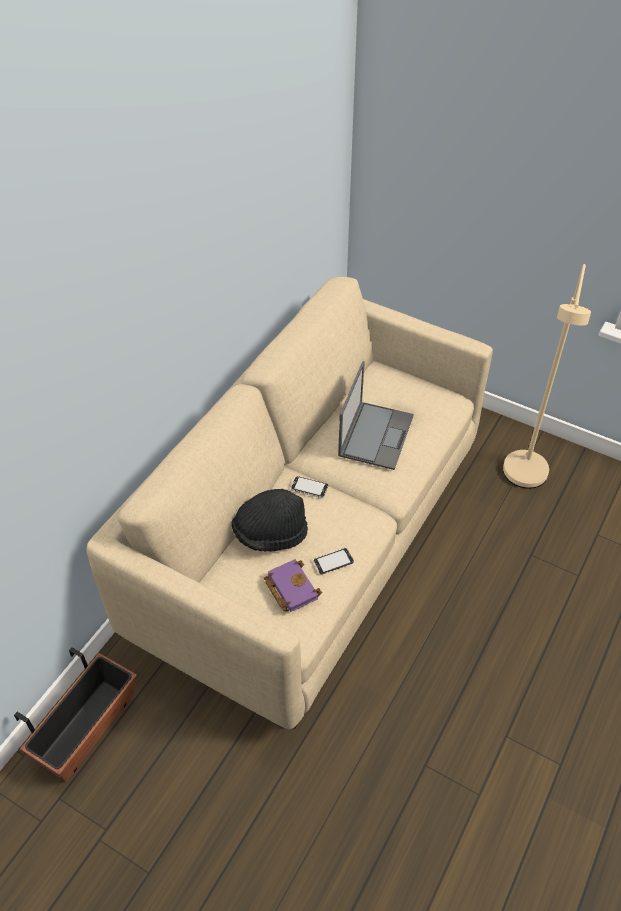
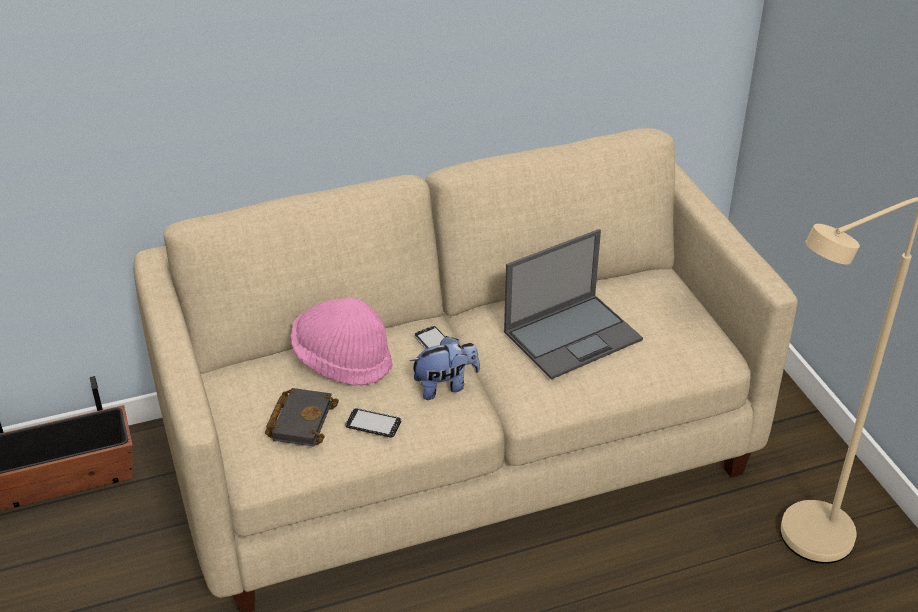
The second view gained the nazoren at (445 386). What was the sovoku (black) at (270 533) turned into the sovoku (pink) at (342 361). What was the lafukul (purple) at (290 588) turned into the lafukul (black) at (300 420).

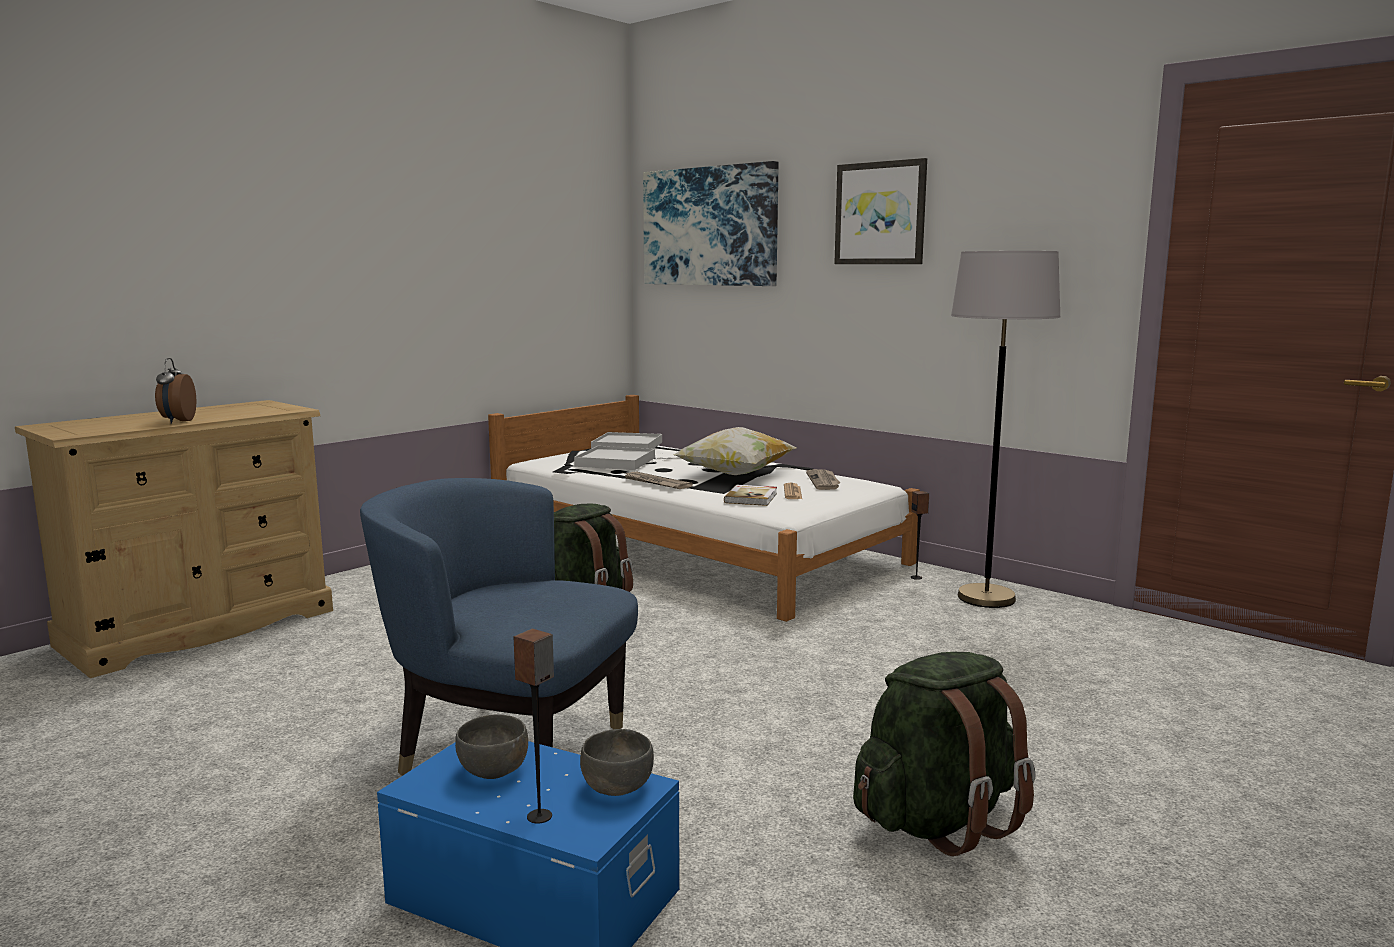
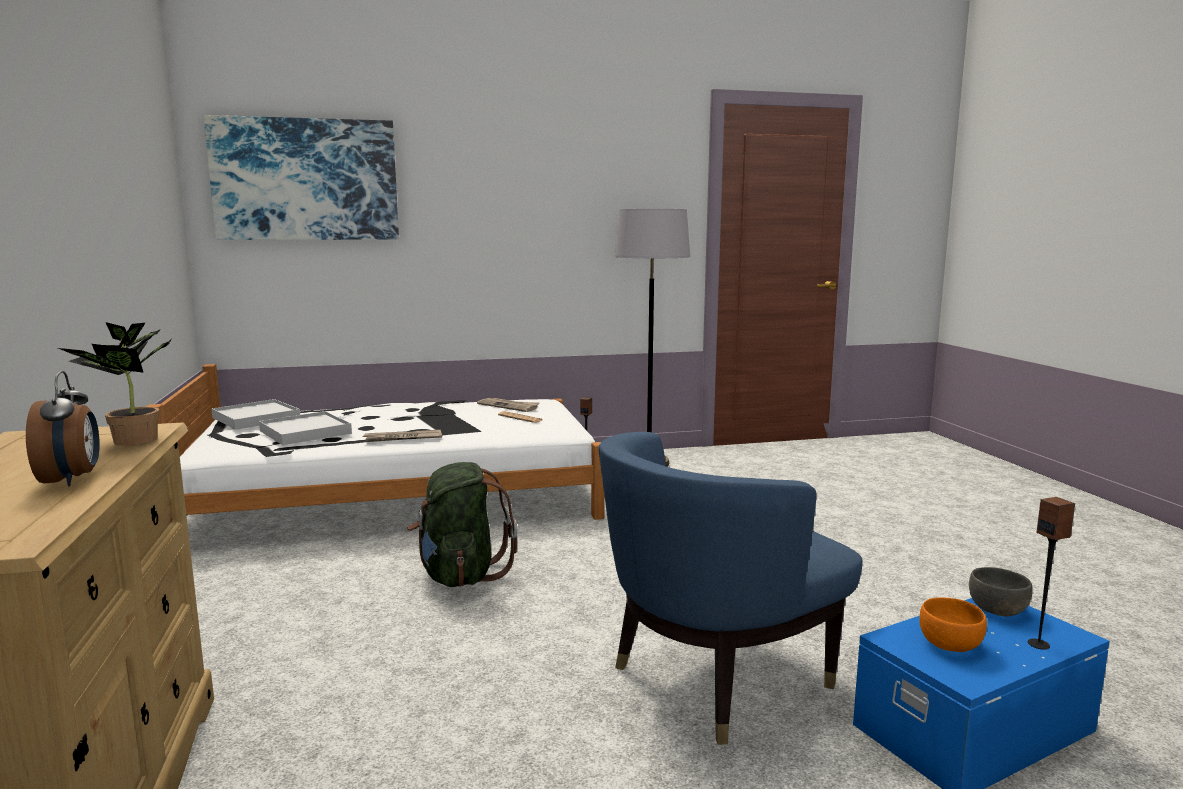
The second view lost the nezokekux at (735 474). The second view lost the lafukul at (752 498). The second view lost the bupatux at (880 213). The second view lost the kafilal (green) at (938 821). The second view gained the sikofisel at (131 442). What was the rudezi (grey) at (494 770) turned into the rudezi (orange) at (950 644). The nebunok at (177 421) ended up facing another way, 135 degrees counterclockwise from before.

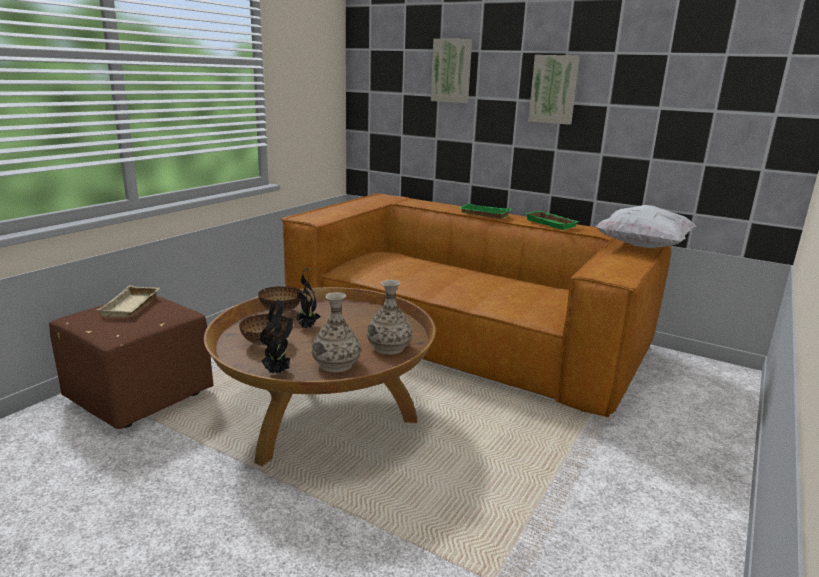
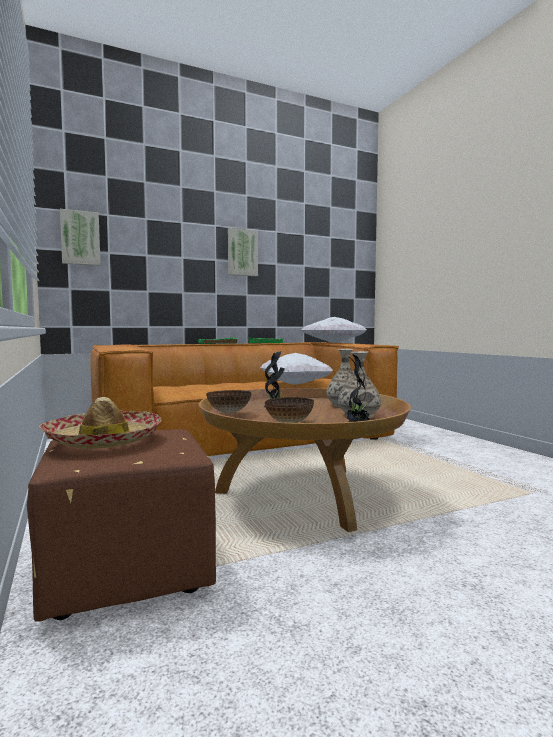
The second view gained the nezokekux (white) at (295 384). The bupatux ended up elsewhere, having gone from (452 71) to (80 238). Where the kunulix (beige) stood at (132 306), the sovoku came to stand at (103 441).

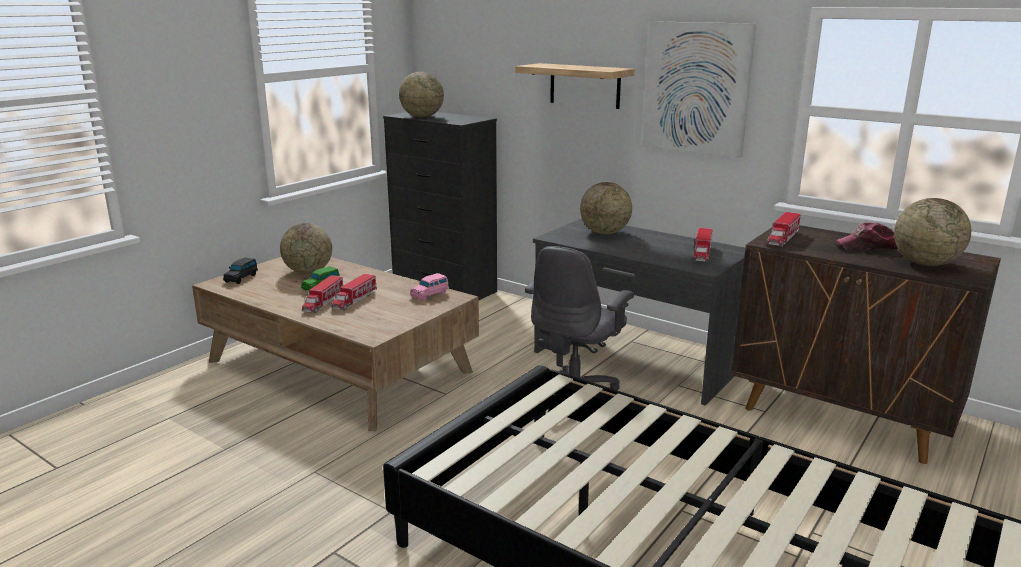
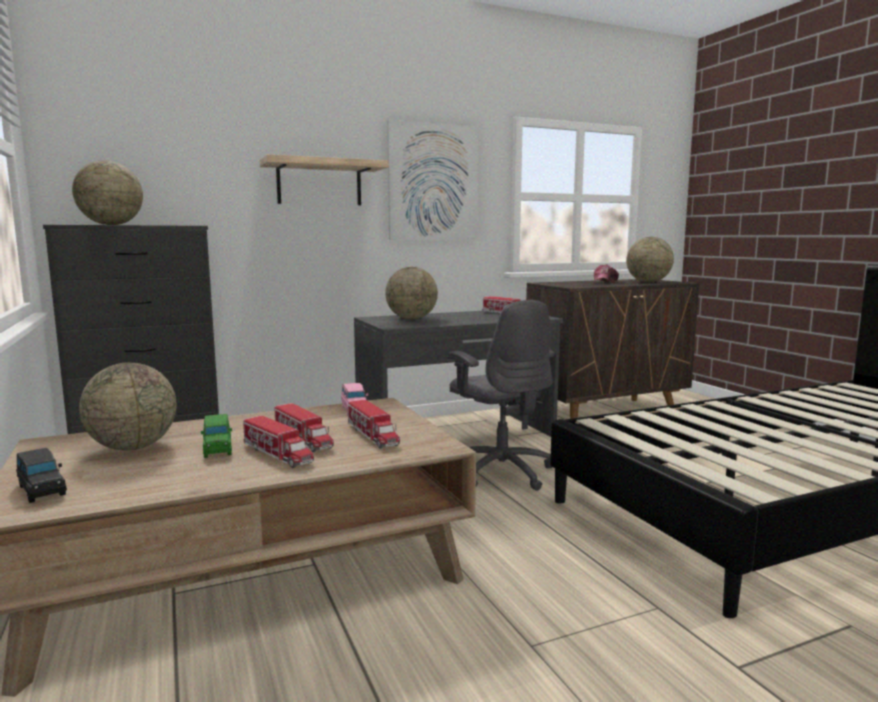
The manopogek ended up elsewhere, having gone from (782 238) to (373 435).

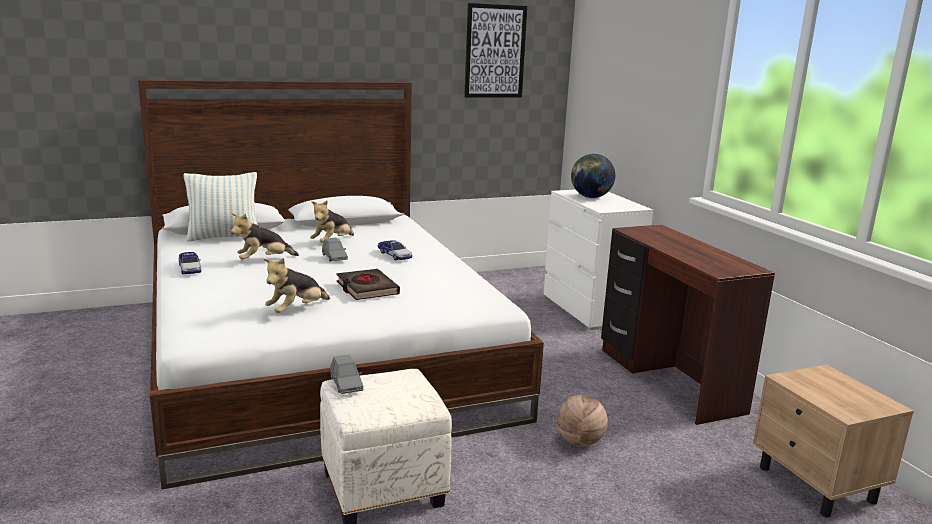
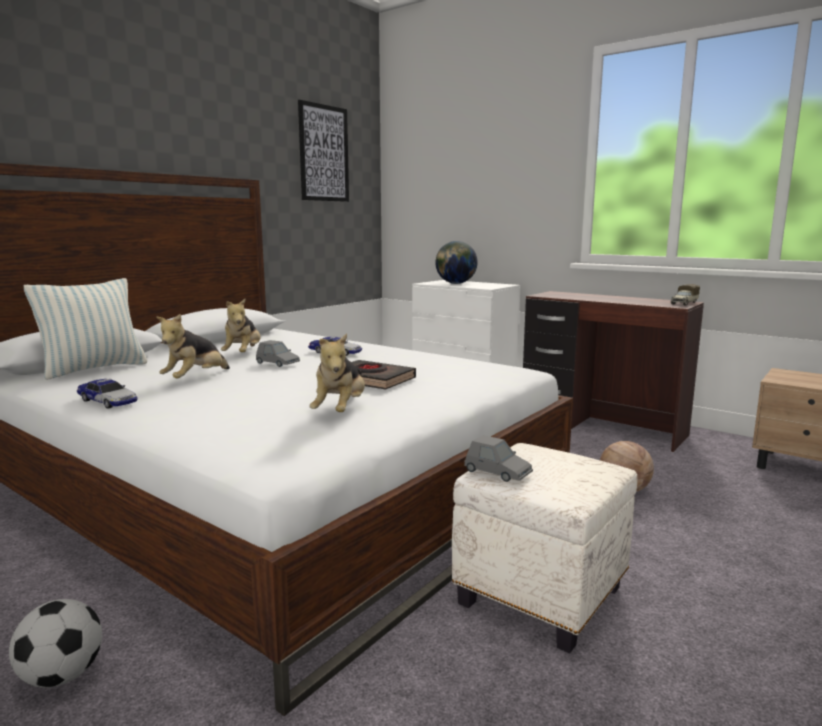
The second view gained the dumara at (62 676). The second view gained the manopogek at (683 303).

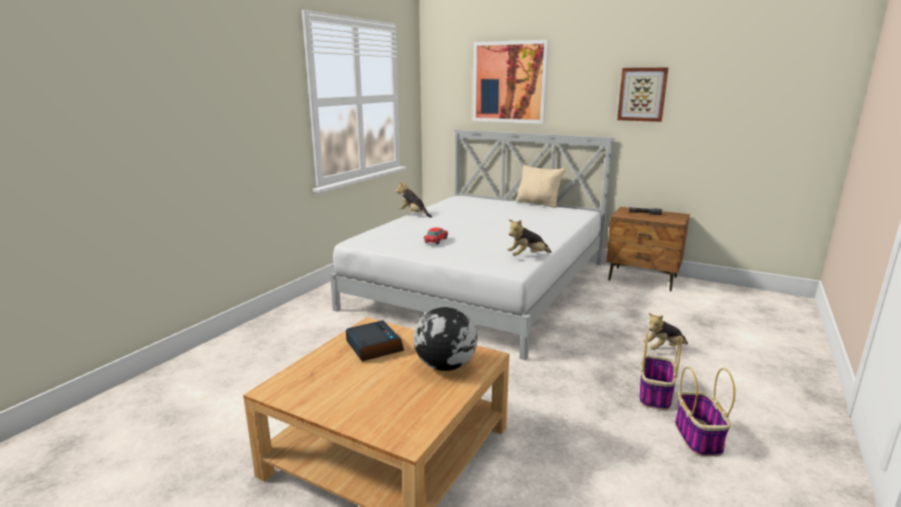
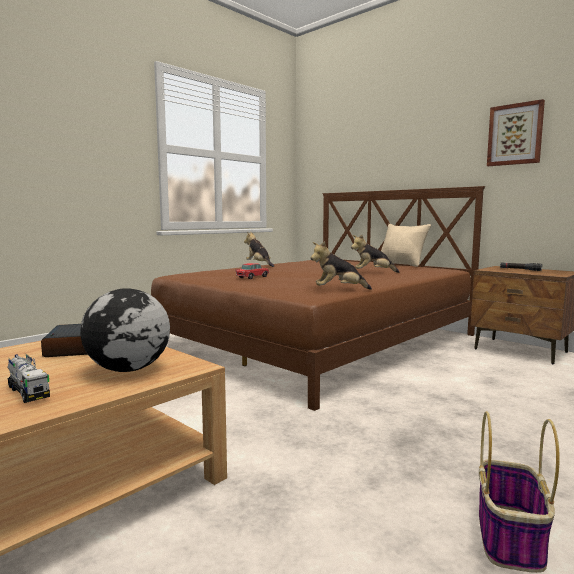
The second view lost the bupatux at (509 82). The second view lost the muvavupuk at (655 395). The second view gained the manopogek at (28 392). The nazoren ended up elsewhere, having gone from (664 349) to (373 273). What was the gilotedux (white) at (480 285) turned into the gilotedux (brown) at (320 342).

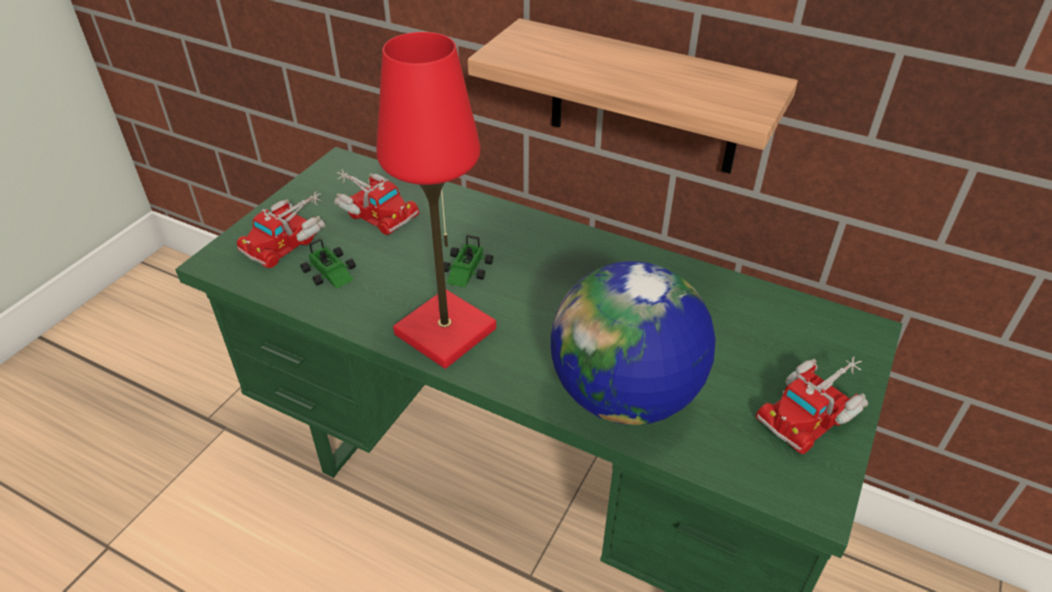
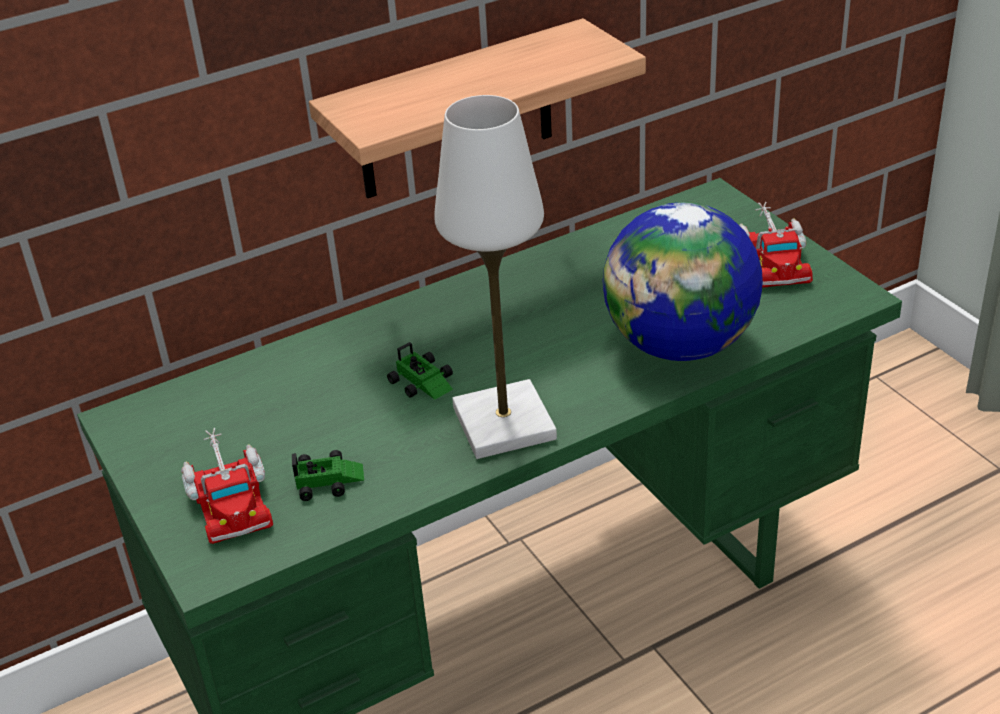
The second view lost the manopogek at (374 210). What was the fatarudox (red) at (445 331) turned into the fatarudox (white) at (503 423).

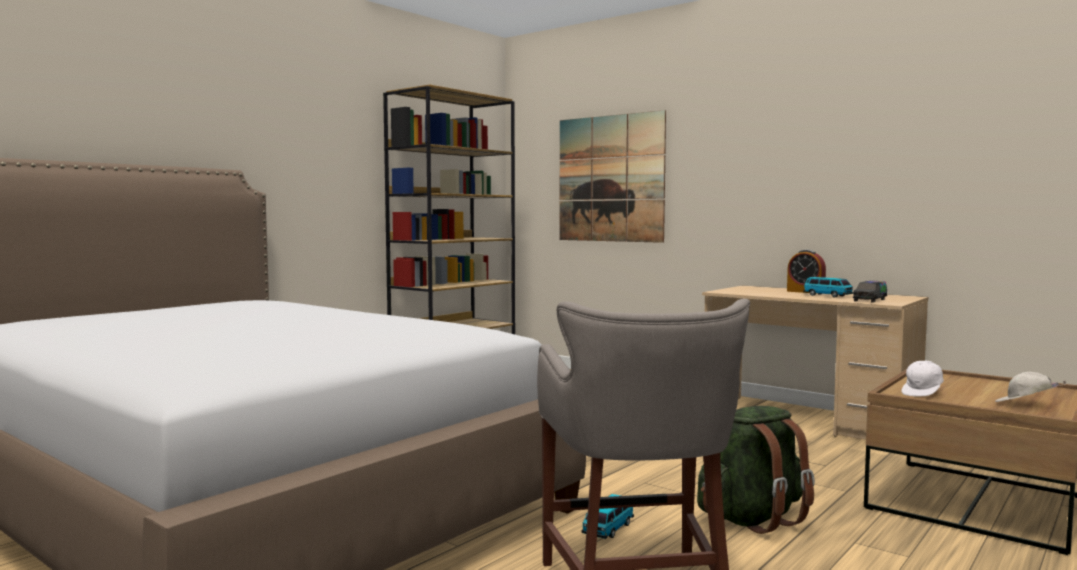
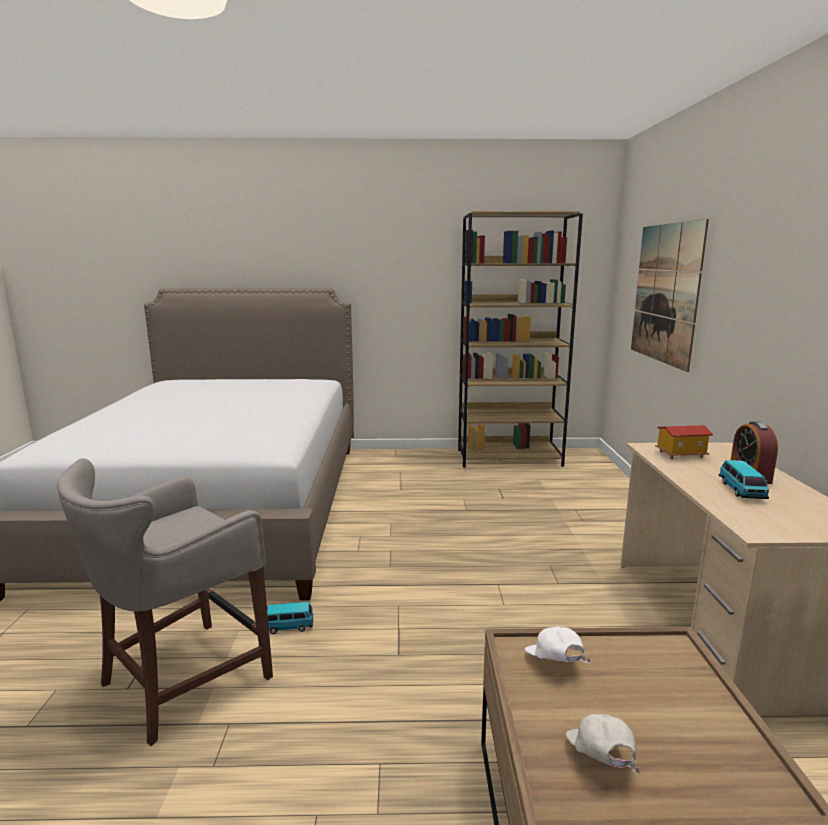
The second view lost the kafilal (green) at (752 519). The second view lost the manopogek at (870 300). The second view gained the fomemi at (681 454). The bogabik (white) at (923 393) ended up facing another way, 60 degrees clockwise from before.

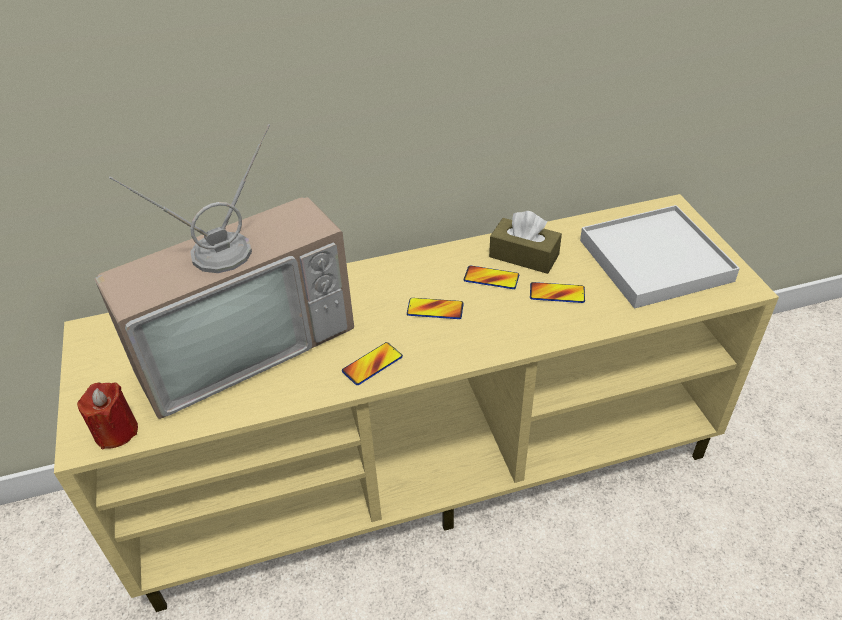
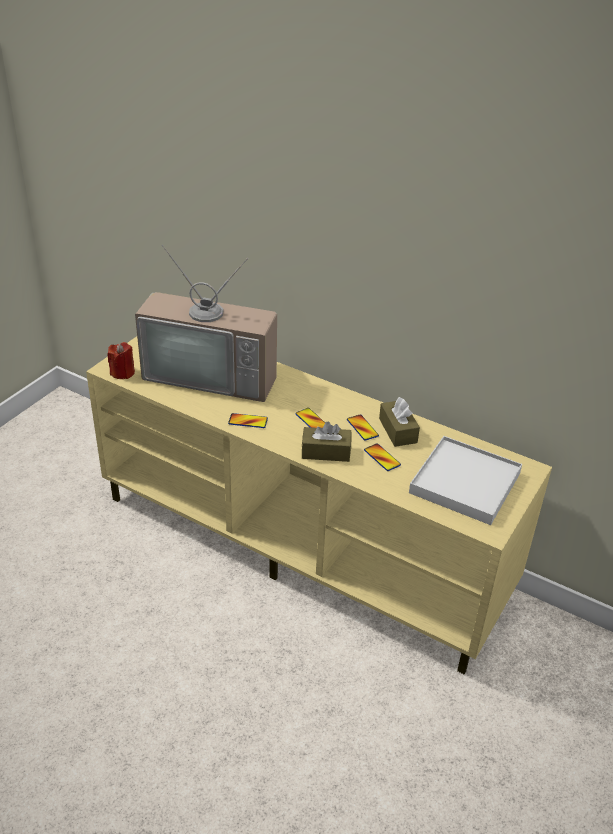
The second view gained the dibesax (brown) at (326 452).

